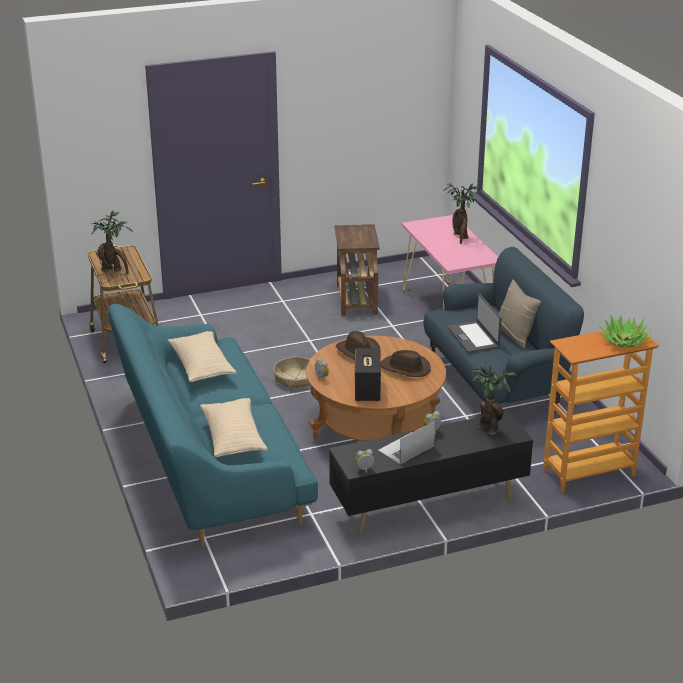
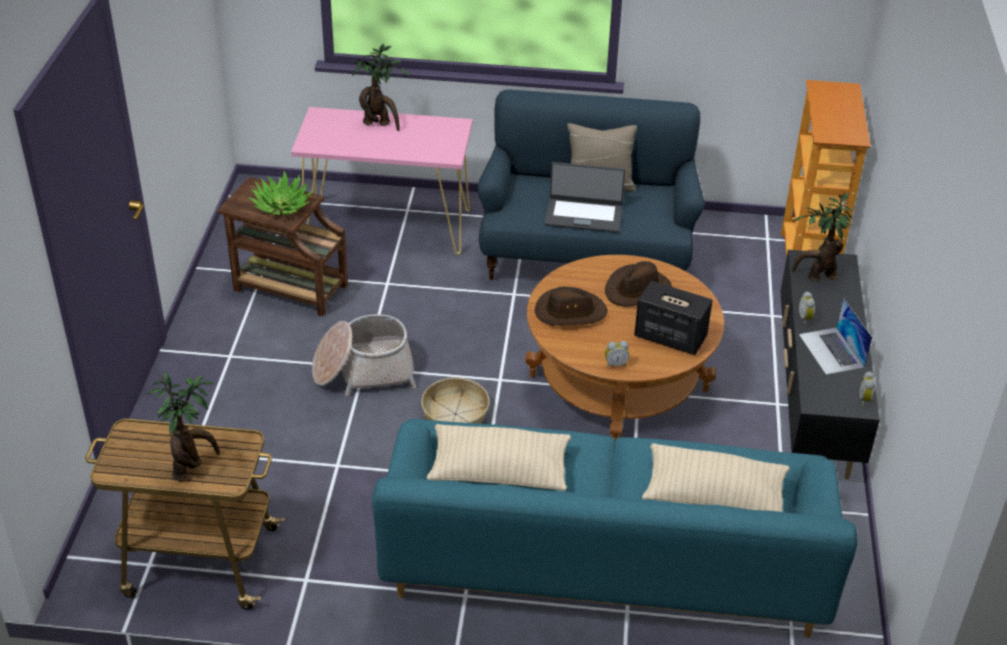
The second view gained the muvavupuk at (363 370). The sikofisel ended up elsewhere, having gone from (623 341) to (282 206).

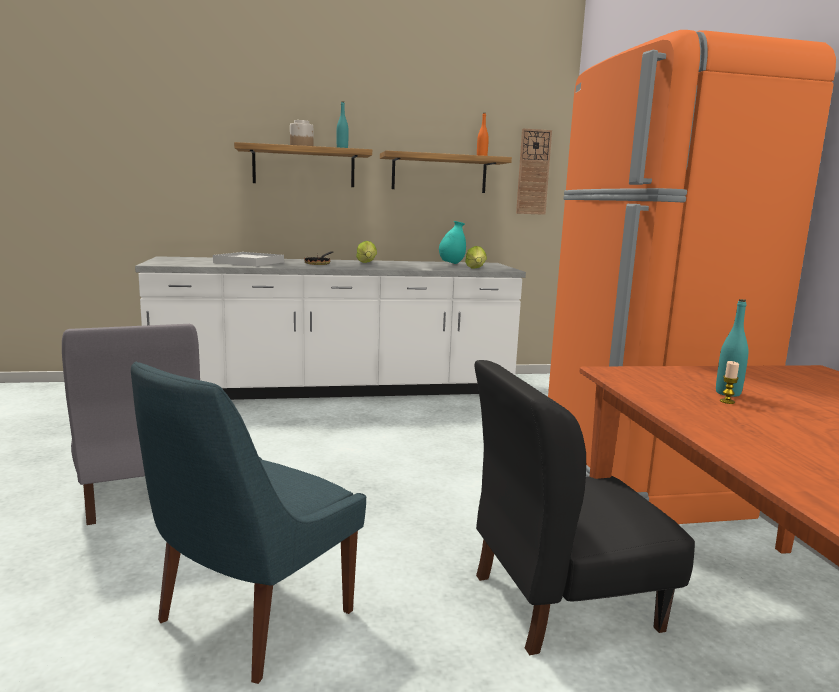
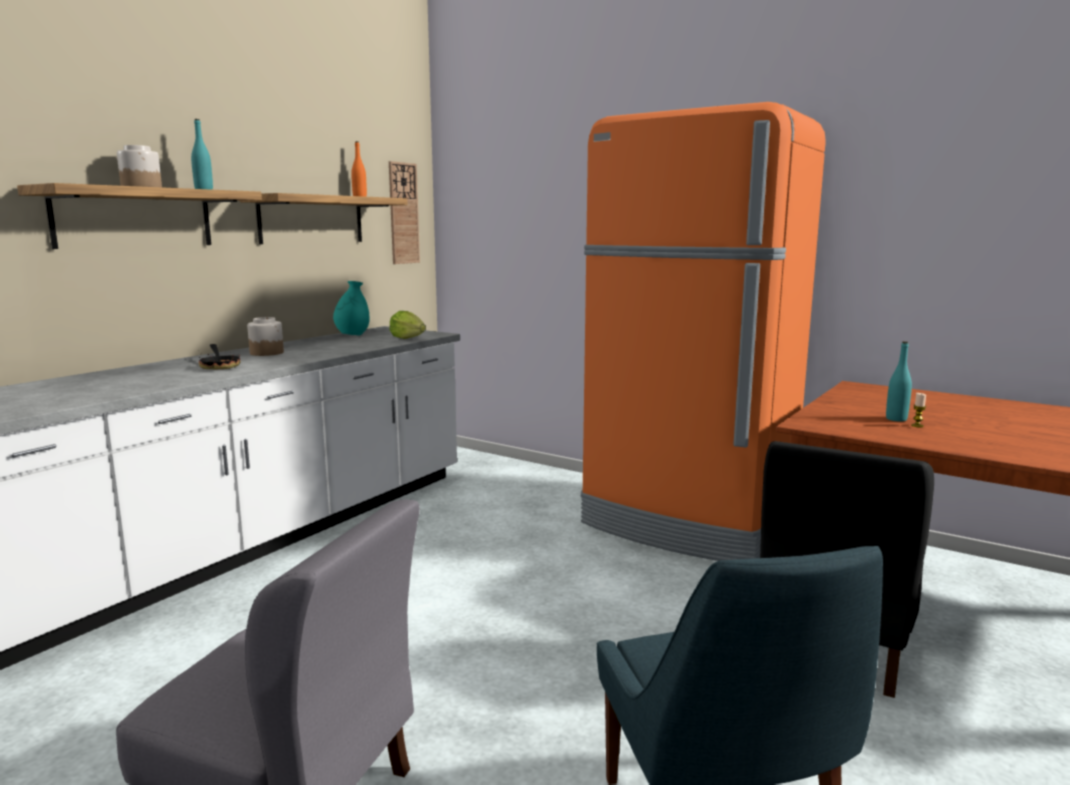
The second view lost the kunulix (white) at (249 262). Where the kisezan stood at (367 263), the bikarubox came to stand at (267 353).

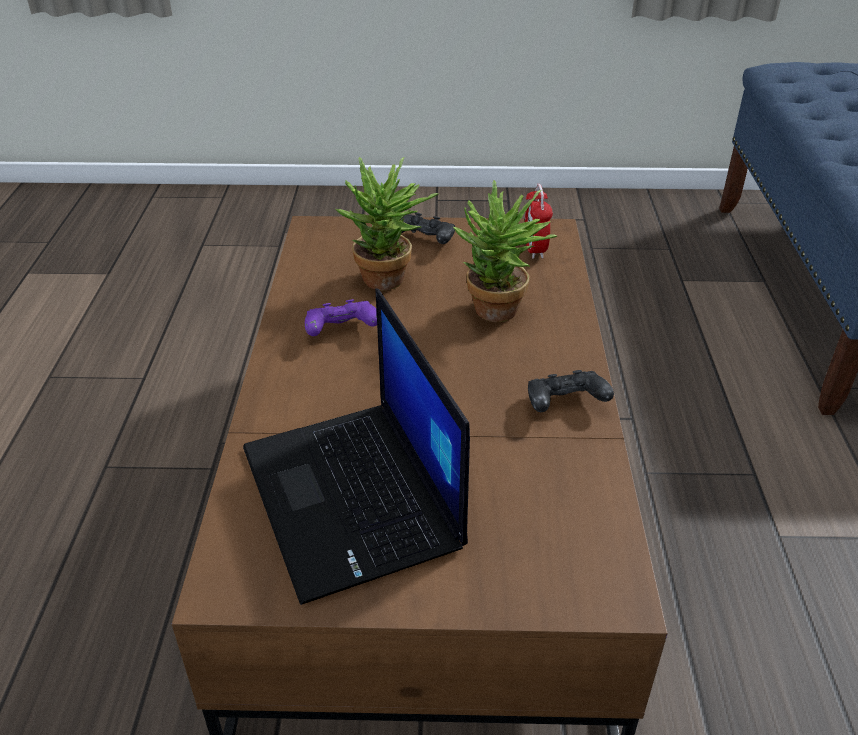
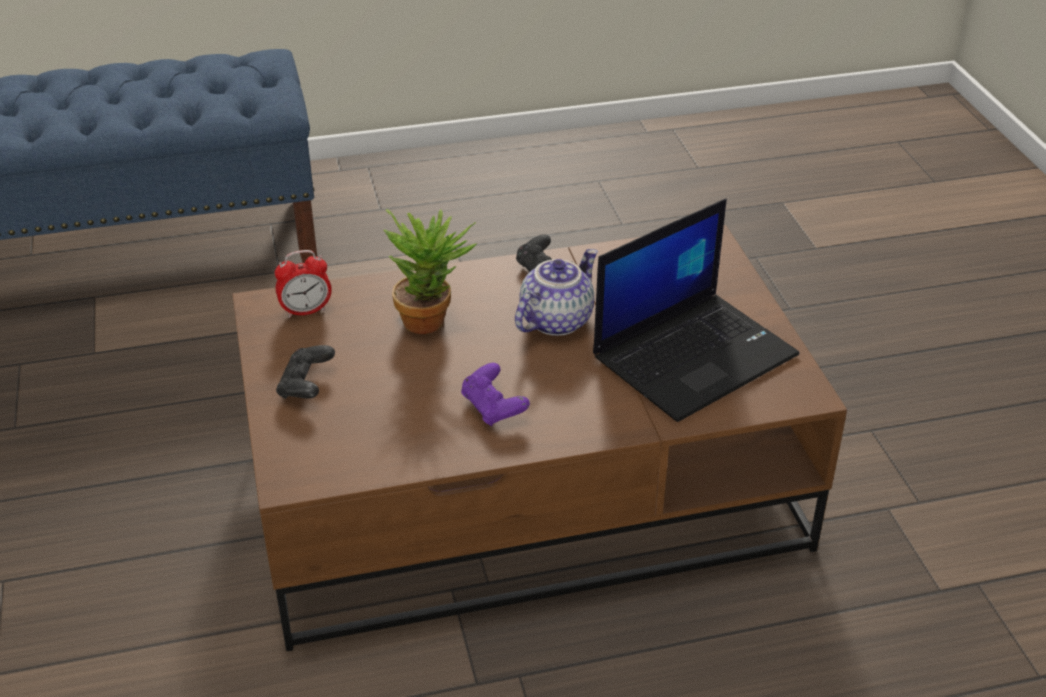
The second view lost the sikofisel at (388 283). The second view gained the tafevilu at (555 320).

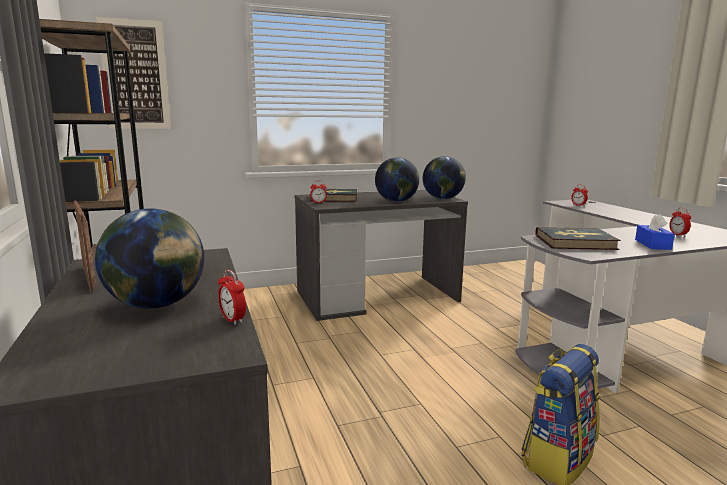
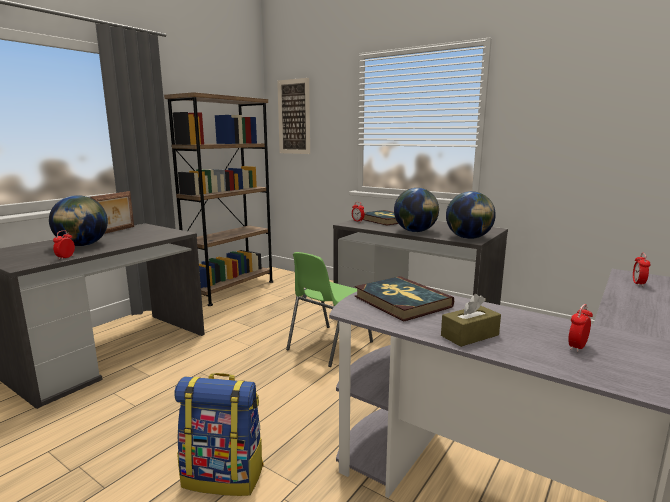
The second view gained the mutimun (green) at (328 346). What was the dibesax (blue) at (652 244) turned into the dibesax (brown) at (469 335).

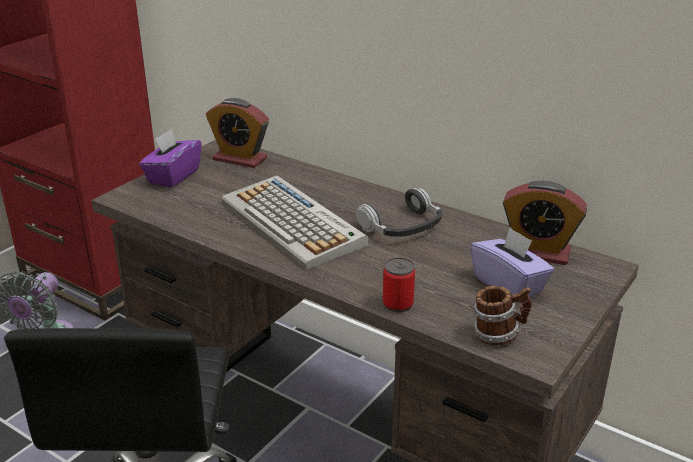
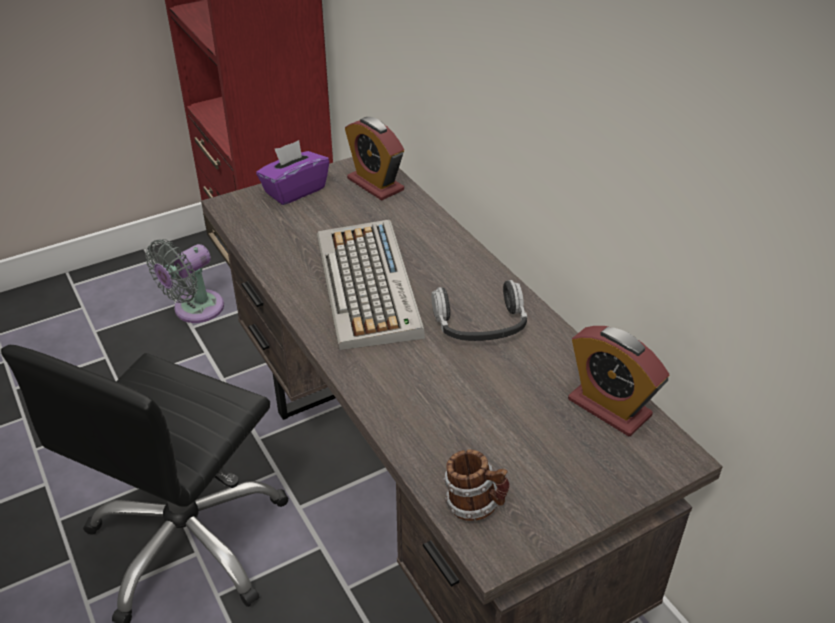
The second view lost the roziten at (398 304). The second view lost the dibesax (purple) at (509 285).

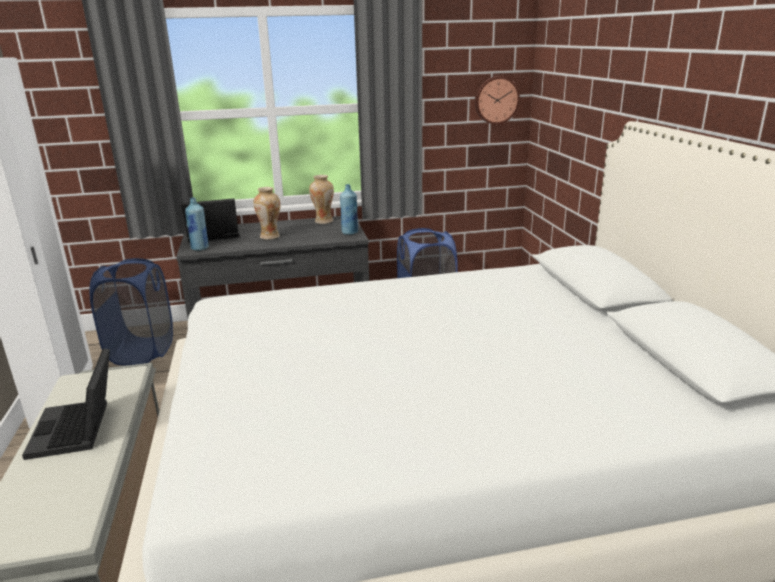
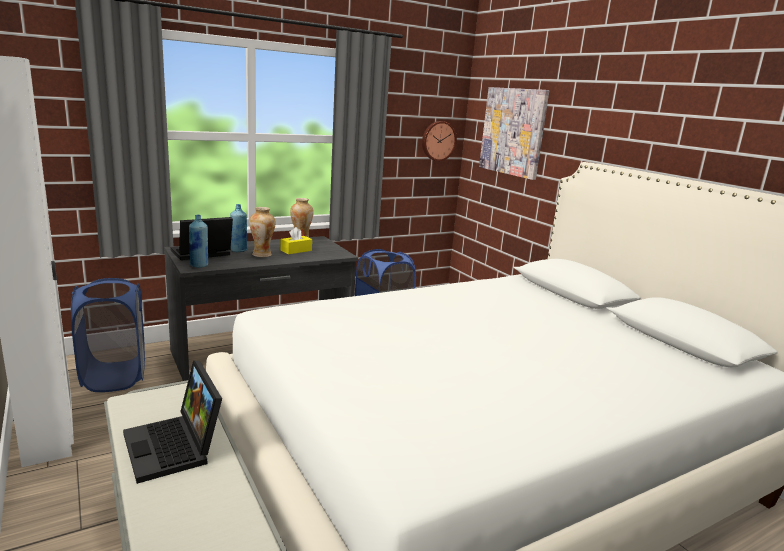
The second view gained the dibesax (yellow) at (296 250). The second view gained the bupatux at (513 131). The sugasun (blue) ended up elsewhere, having gone from (350 232) to (239 250).

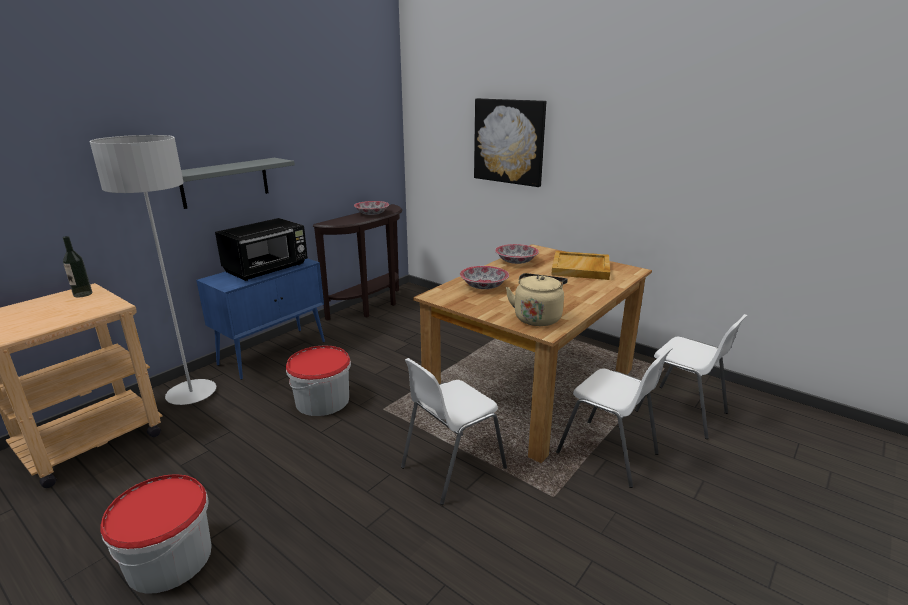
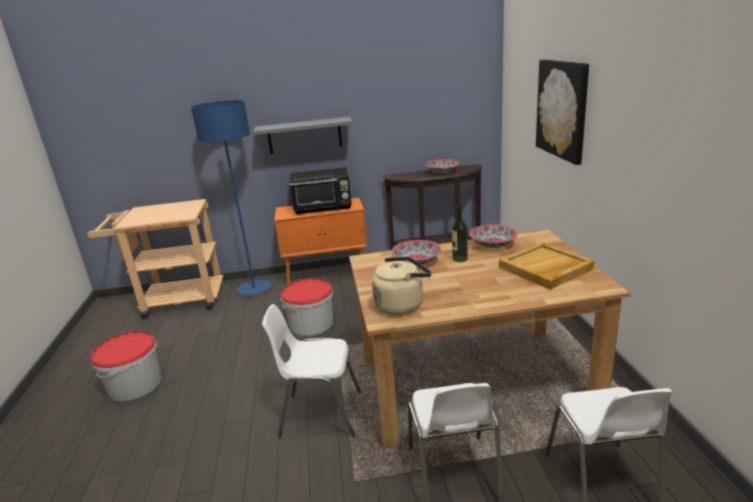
The sugasun ended up elsewhere, having gone from (83 294) to (460 259). What was the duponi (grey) at (191 394) turned into the duponi (blue) at (254 289). What was the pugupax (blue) at (274 352) turned into the pugupax (orange) at (328 276).

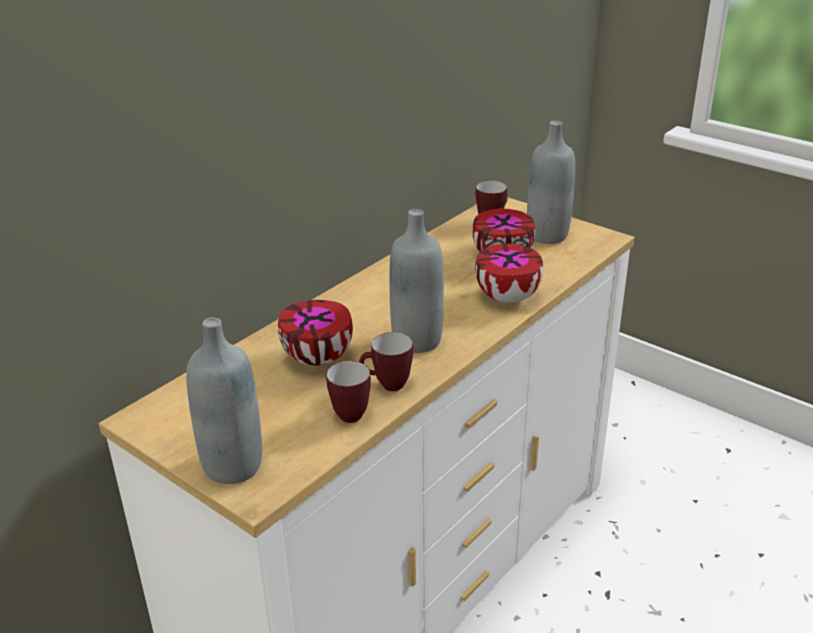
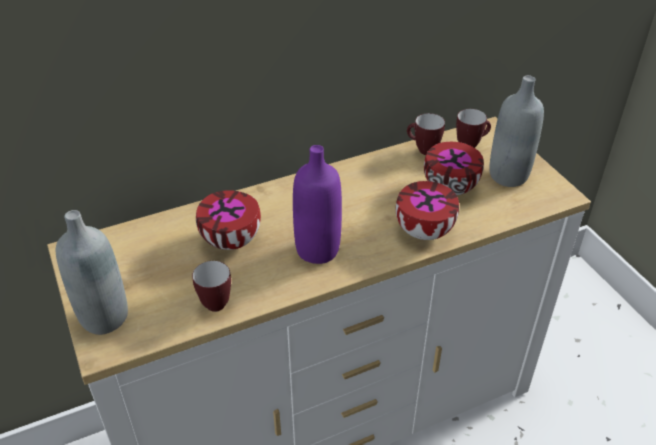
The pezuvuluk ended up elsewhere, having gone from (386 385) to (422 150). What was the sugasun (grey) at (417 340) turned into the sugasun (purple) at (317 250).

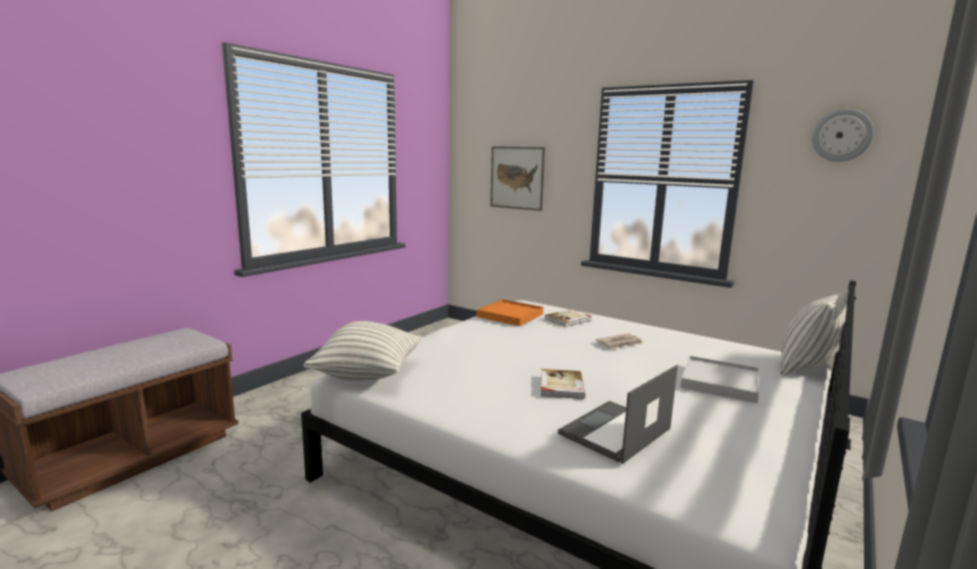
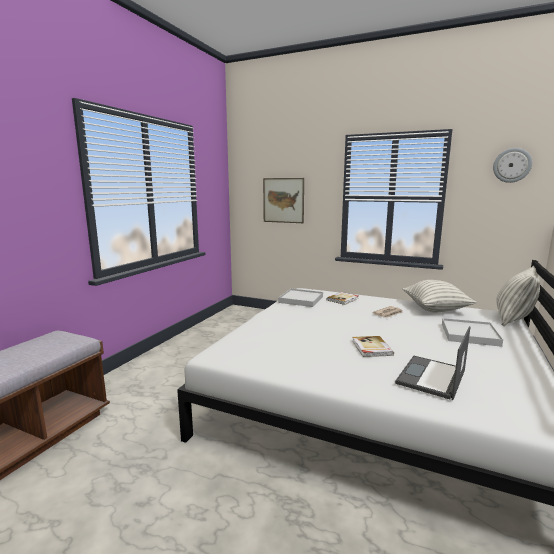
The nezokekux ended up elsewhere, having gone from (367 374) to (435 309). What was the kunulix (orange) at (510 315) turned into the kunulix (white) at (301 299).

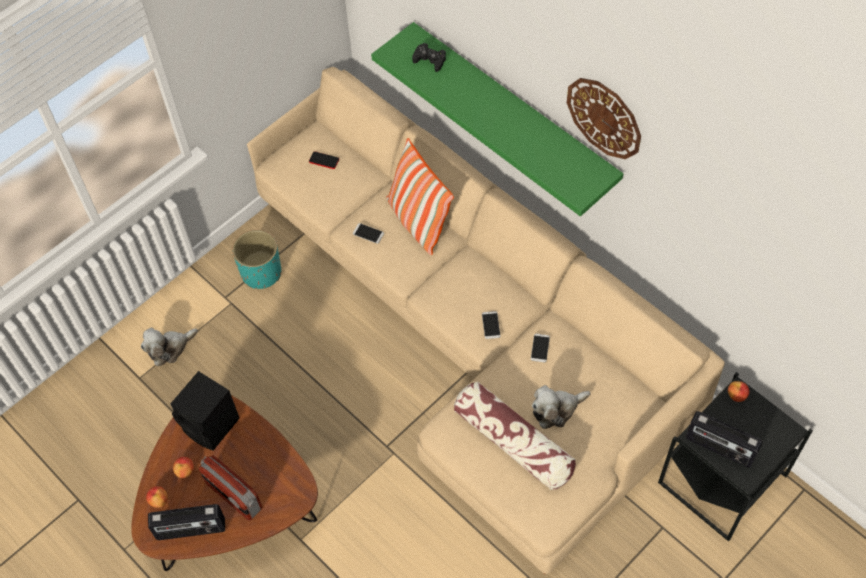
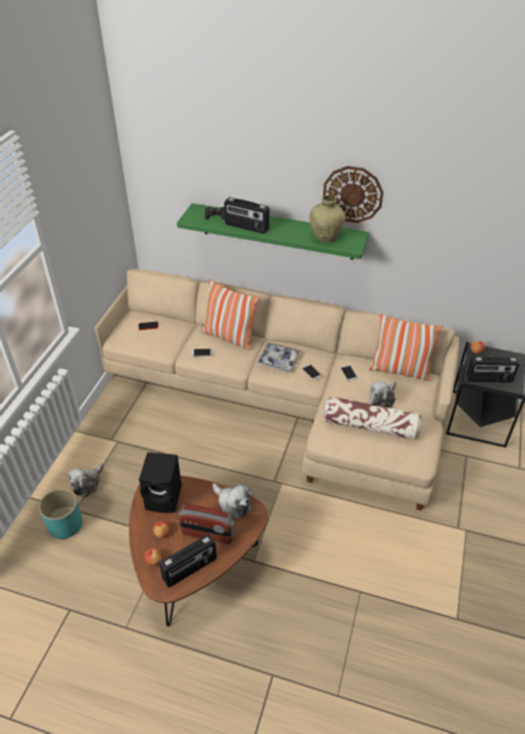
The second view gained the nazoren at (232 504). The second view gained the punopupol at (246 227). The second view gained the kunulix at (278 360). The second view gained the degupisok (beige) at (325 238). The second view gained the nezokekux at (400 371). The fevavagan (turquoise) ended up elsewhere, having gone from (261 272) to (66 525).

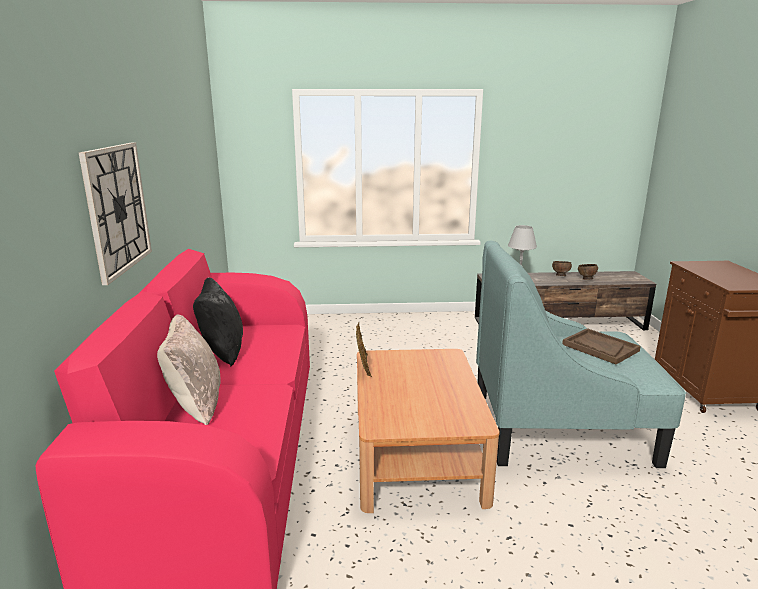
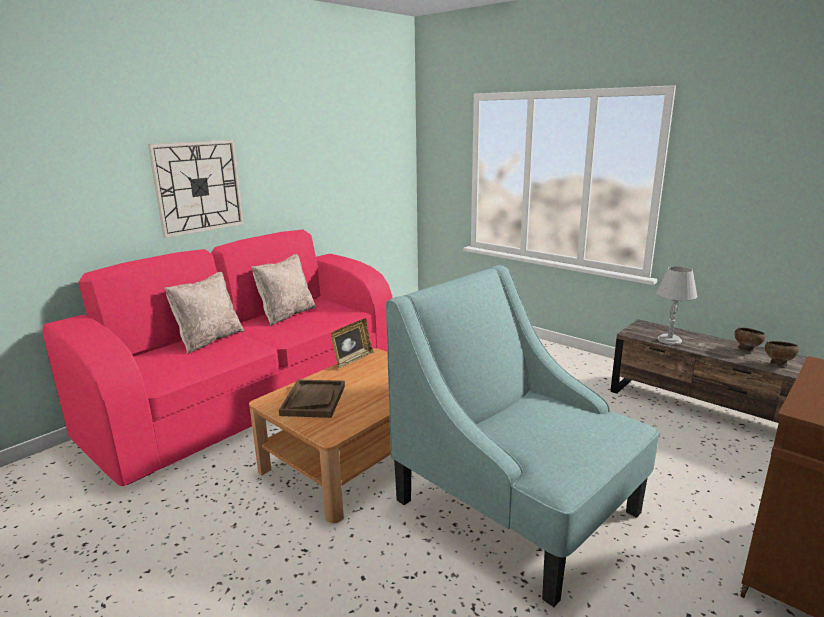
The kunulix (brown) ended up elsewhere, having gone from (600 347) to (313 400). What was the nezokekux (black) at (222 351) turned into the nezokekux (beige) at (286 315).

